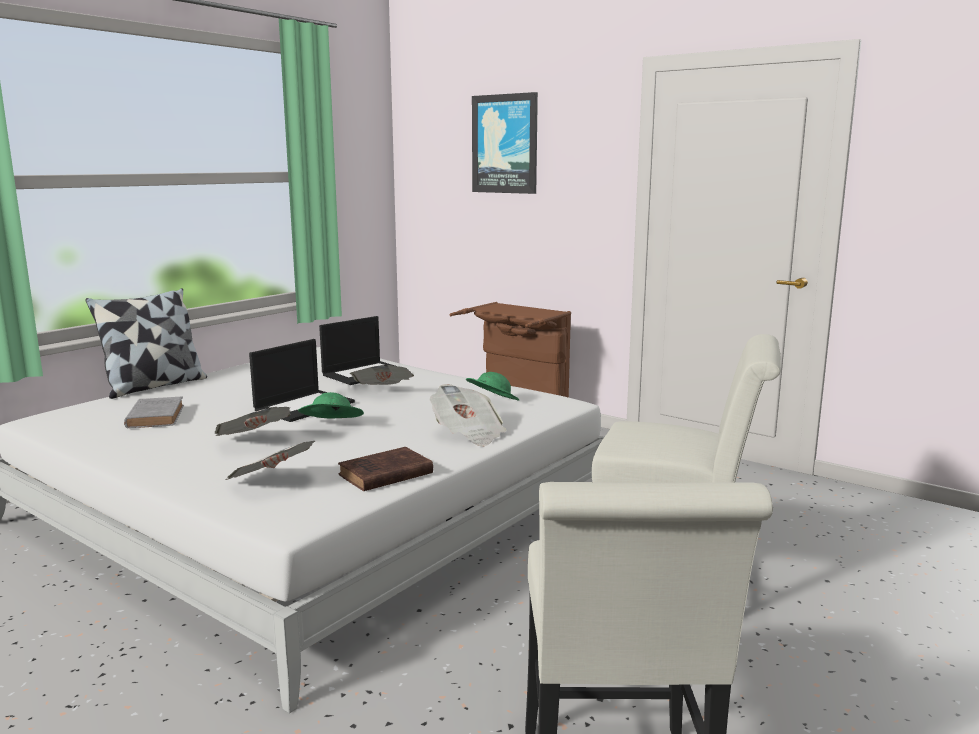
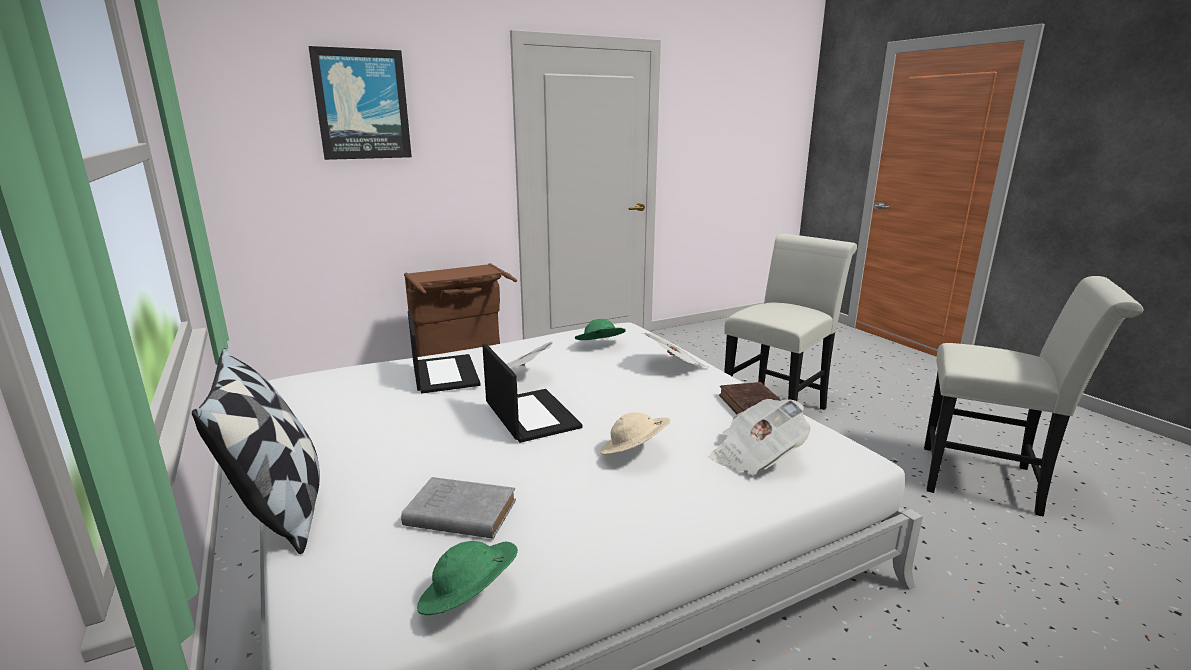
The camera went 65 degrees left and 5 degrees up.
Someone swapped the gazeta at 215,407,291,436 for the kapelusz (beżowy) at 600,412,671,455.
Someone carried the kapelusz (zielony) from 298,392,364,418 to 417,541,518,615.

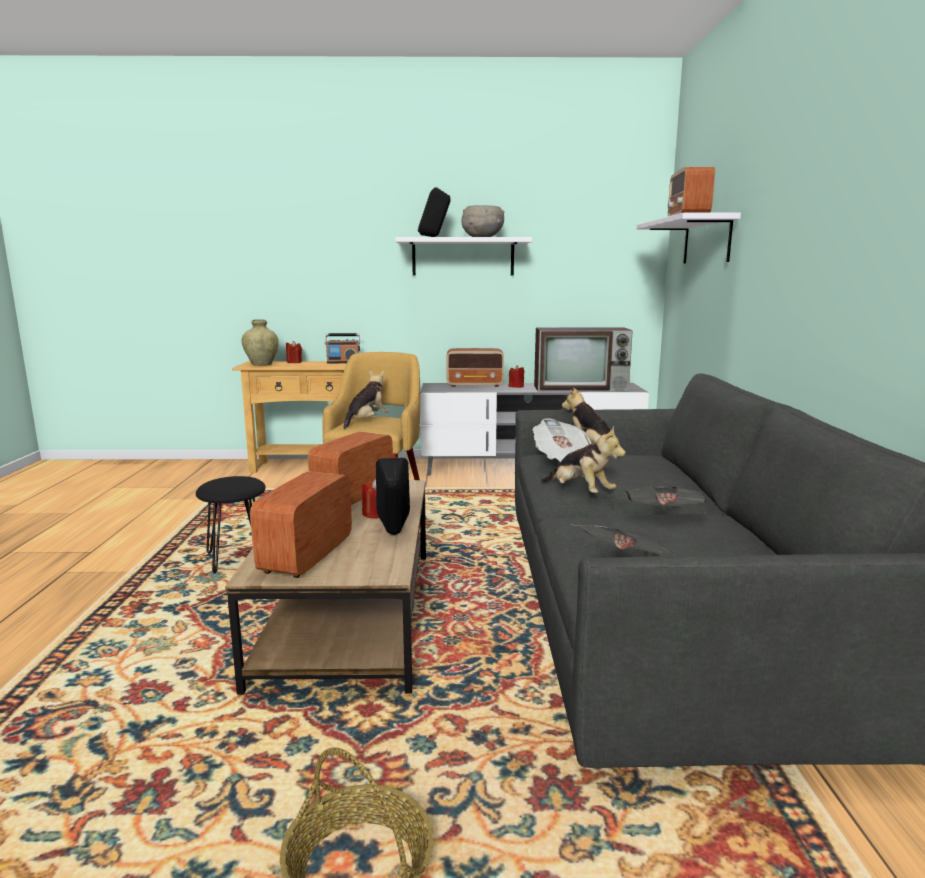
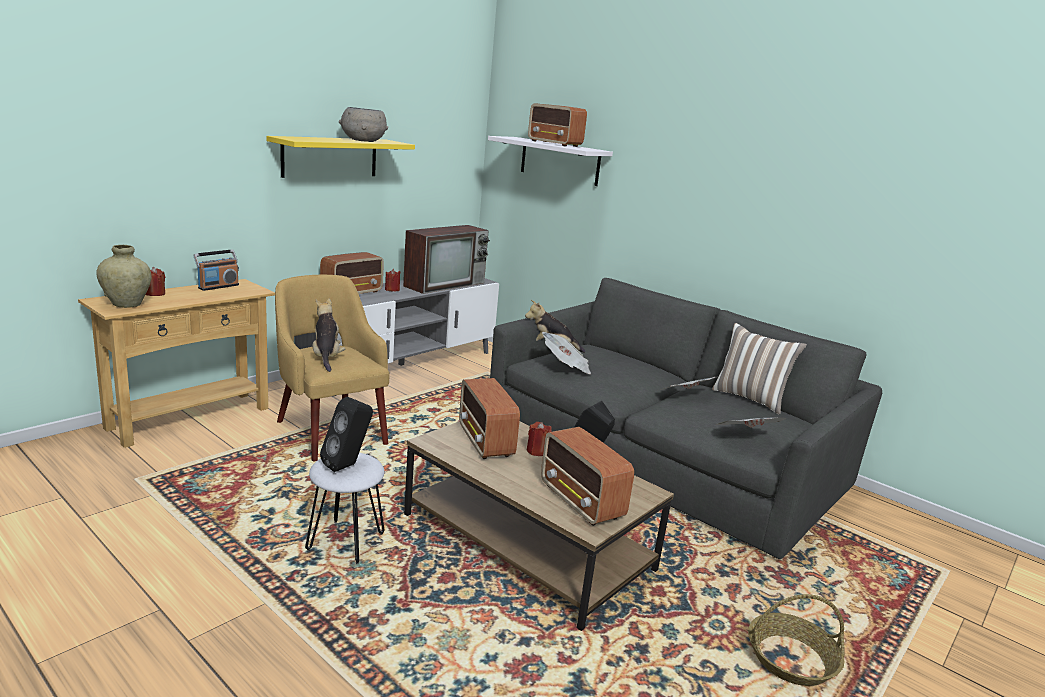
The camera went 50 degrees left and 5 degrees up.
Someone repainted the stołek (czarny) at 196,476,266,574, which became the stołek (biały) at 305,453,384,564.
Someone repainted the półka (biały) at 395,237,532,275, which became the półka (żółty) at 266,136,415,178.
Someone carried the głośnik (czarny) from 418,187,451,237 to 320,397,373,472.
Someone took away the pluszak at 541,426,626,493.
Someone put down the poduszka at 712,323,807,414.

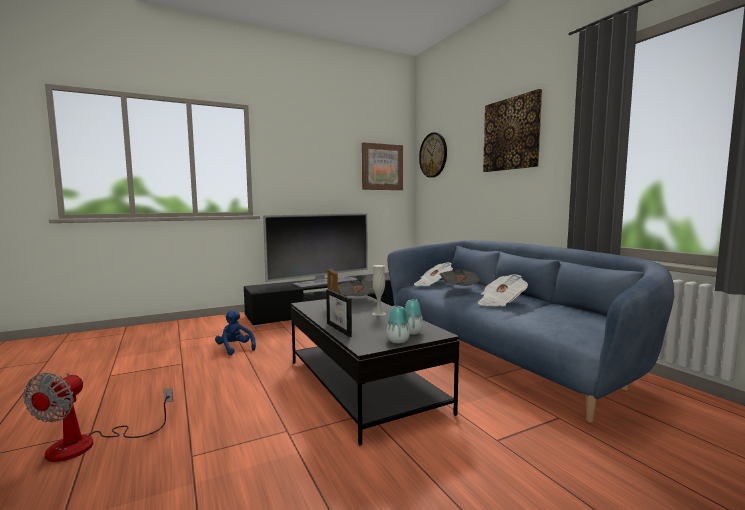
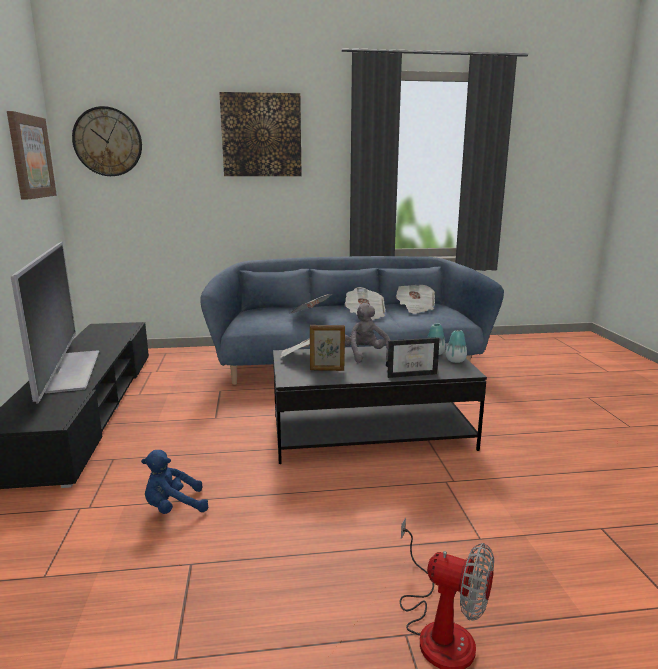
The camera went 70 degrees left and 10 degrees up.
Someone swapped the wazon (biały) at 372,265,386,316 for the pluszak (szary) at 345,303,390,363.
Someone carried the gazeta from 414,262,453,286 to 396,285,435,314.

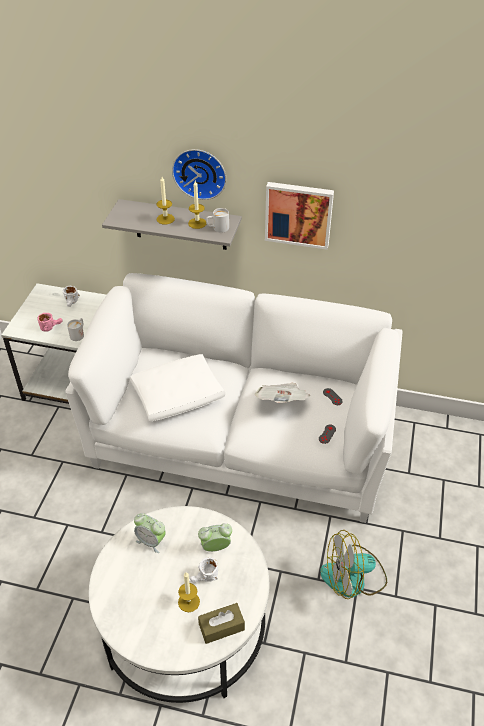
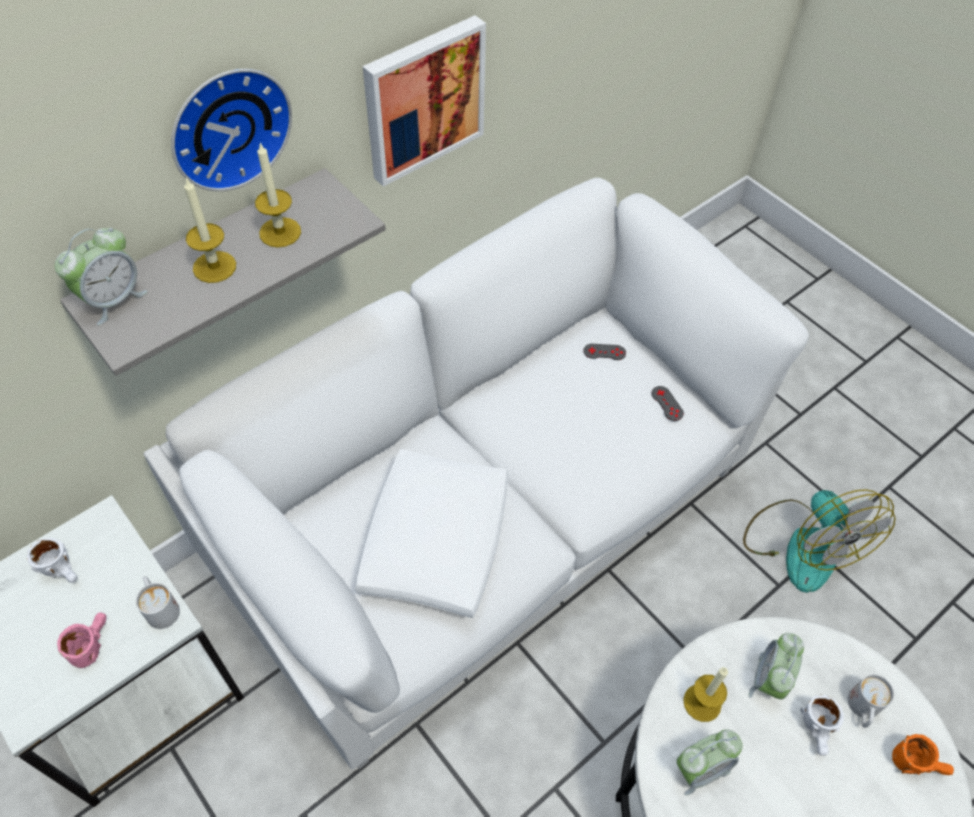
The camera went 55 degrees left and 10 degrees up.
Someone carried the świeca from 178,572,200,612 to 683,667,728,722.
Someone swapped the pudełko chusteczek (brązowy) at 198,603,245,644 for the kubek (pomarańczowy) at 892,734,954,775.
Someone carried the kubek (biały) from 206,208,229,233 to 848,674,894,728.
Someone took away the gazeta at 254,383,310,403.
Someone rotated the wentylator at 320,530,387,599 by 45 degrees counterclockwise.
Someone put down the budzik at 55,228,148,325.

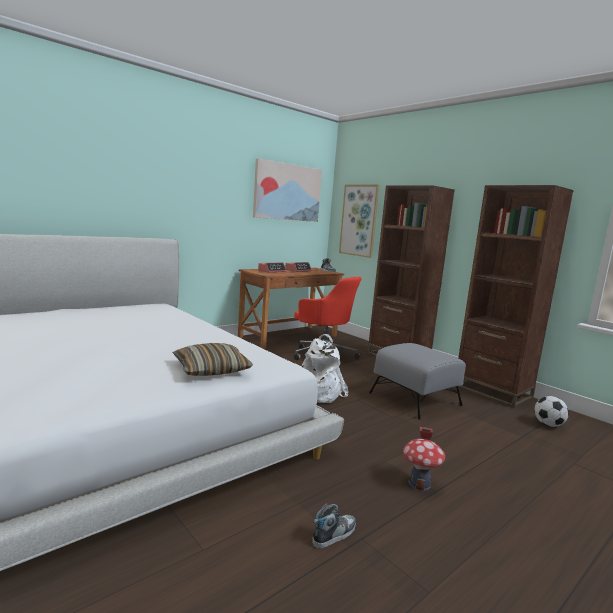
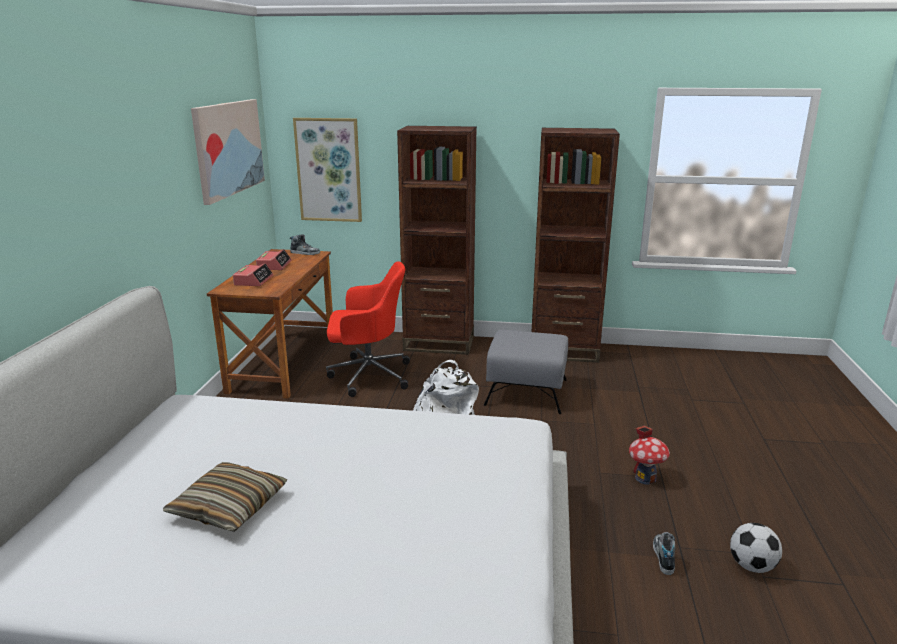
The camera went 40 degrees left and 10 degrees up.
Someone carried the poduszka from 173,343,253,376 to 163,462,287,532.
Someone carried the piłka futbolowa from 534,396,569,427 to 730,523,782,573.

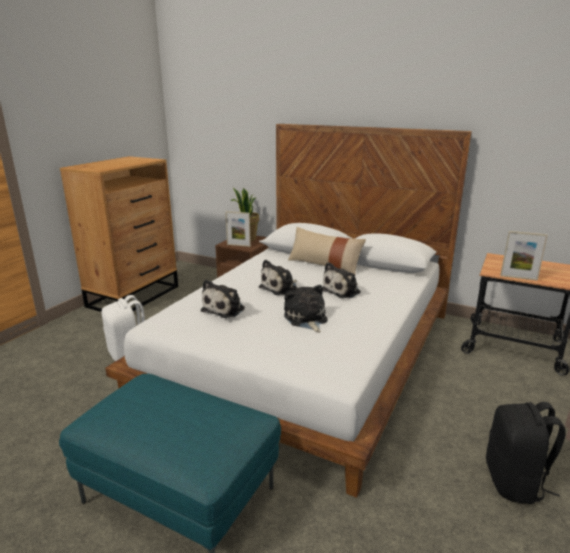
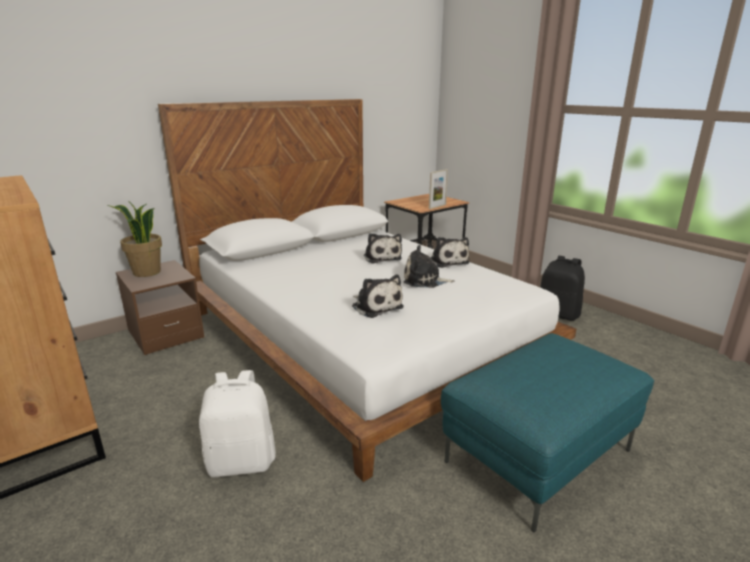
The camera went 65 degrees left and 0 degrees up.
Someone took away the ramka na zdjęcie at 225,211,251,247.
Someone carried the pluszak from 259,260,298,295 to 430,237,469,268.
Someone took away the poduszka (beżowy) at 288,227,366,275.

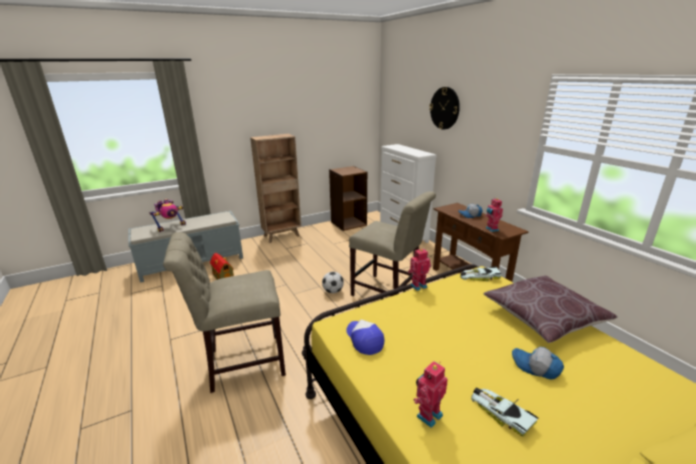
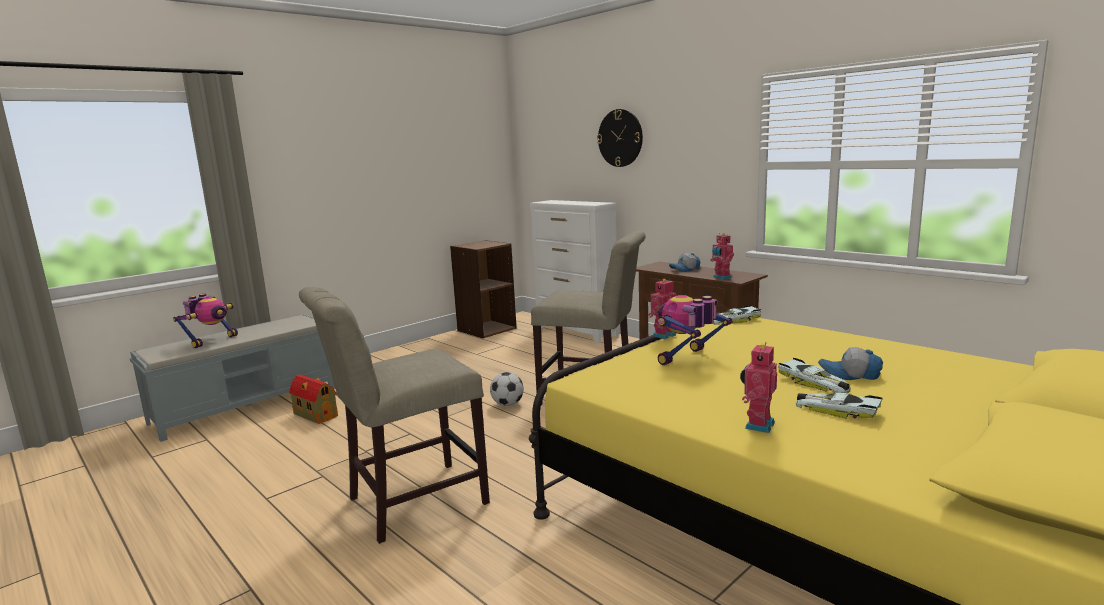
The camera went 15 degrees left and 10 degrees down.
Someone took away the regał (brązowy) at 250,134,301,243.
Someone took away the czapka z daszkiem at 346,320,384,355.
Someone took away the poduszka (brązowy) at 483,276,617,343.
Someone put down the robot zabawkowy at 658,295,733,365.
Someone put down the samochodzik at 778,358,851,394.

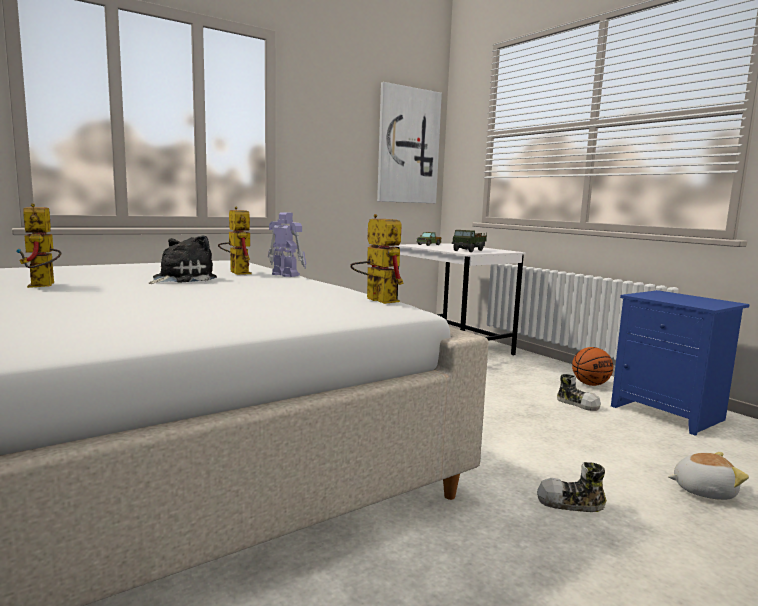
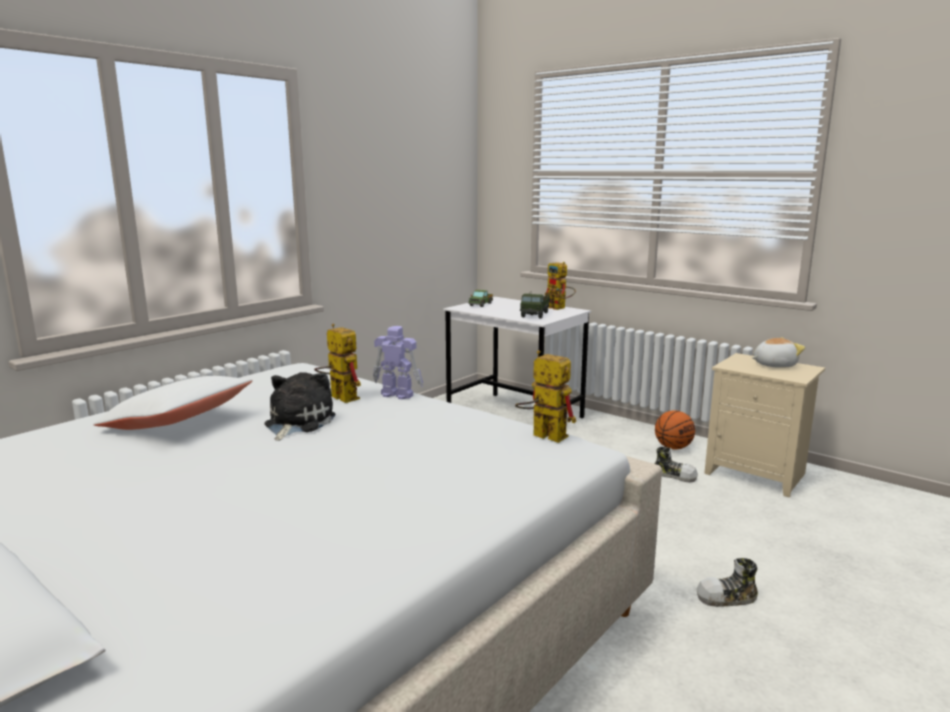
The camera went 15 degrees left and 5 degrees up.
Someone carried the robot zabawkowy from 16,203,61,288 to 545,262,576,310.
Someone took away the obraz at 377,82,442,203.
Someone repainted the szafka nocna (niebieski) at 611,290,749,436, which became the szafka nocna (beżowy) at 704,353,825,498.
Someone carried the pluszak from 668,452,749,500 to 752,338,805,368.
Someone put down the poduszka (biały) at 93,376,253,430.

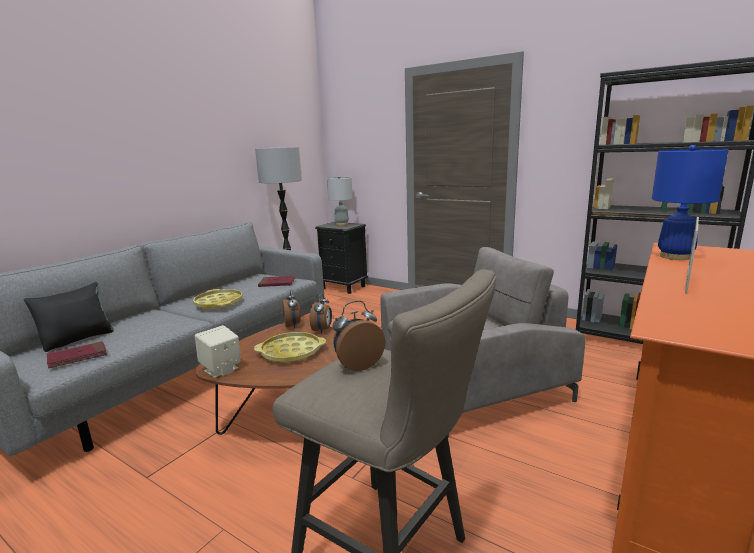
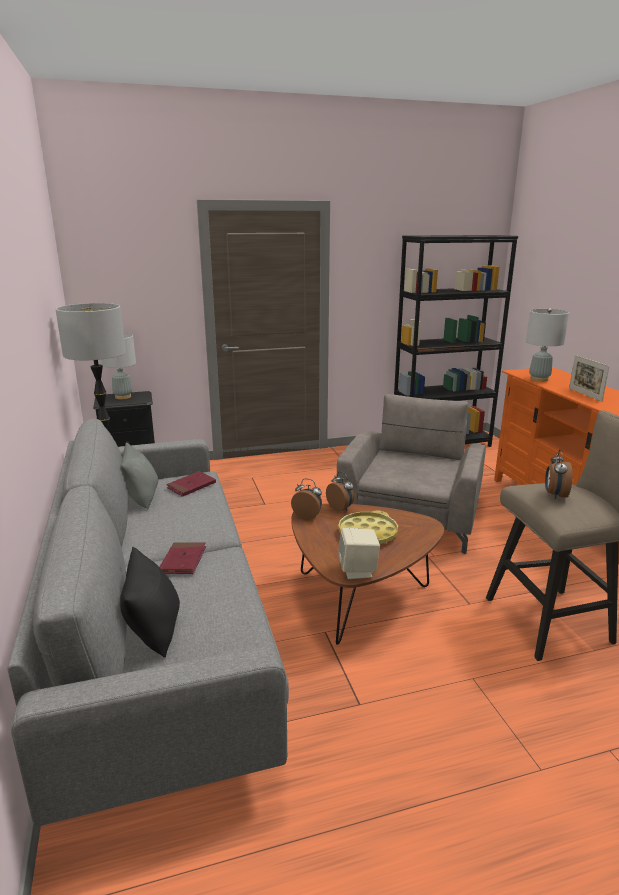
The camera went 50 degrees left and 5 degrees up.
Someone carried the książka (czerwony) from 47,341,107,368 to 160,542,206,574.
Someone took away the taca (żółty) at 193,289,243,310.
Someone repainted the lampa stołowa (niebieski) at 652,145,729,260, which became the lampa stołowa (szary) at 526,308,569,382.
Someone put down the poduszka (szary) at 120,443,158,509.

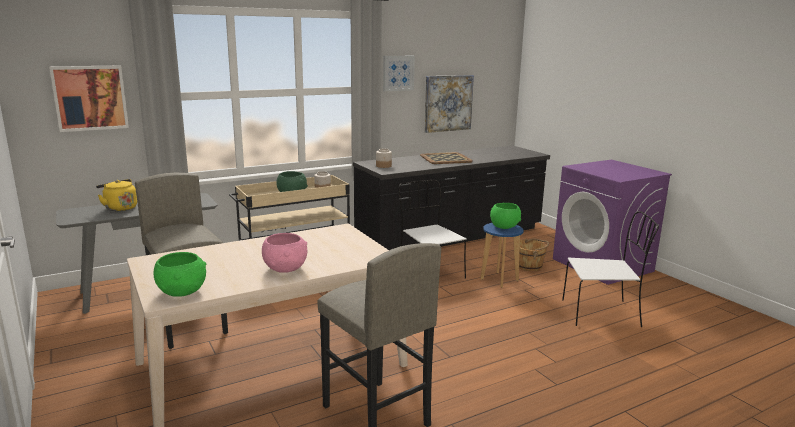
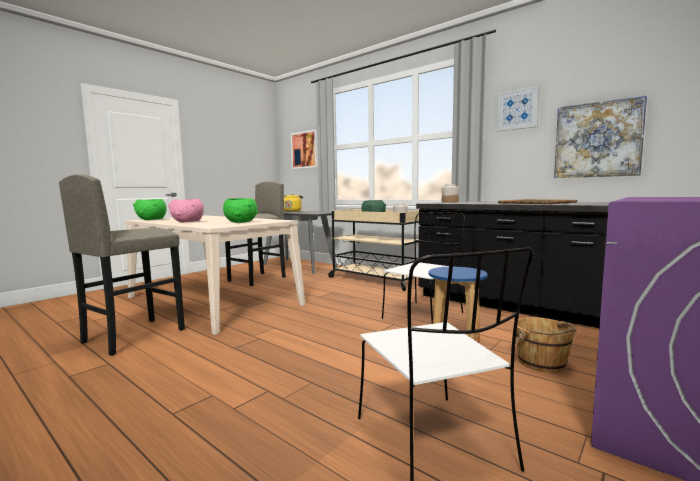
The camera went 70 degrees right and 10 degrees down.
Someone carried the miska (zielony) from 490,203,521,229 to 223,198,258,223.

